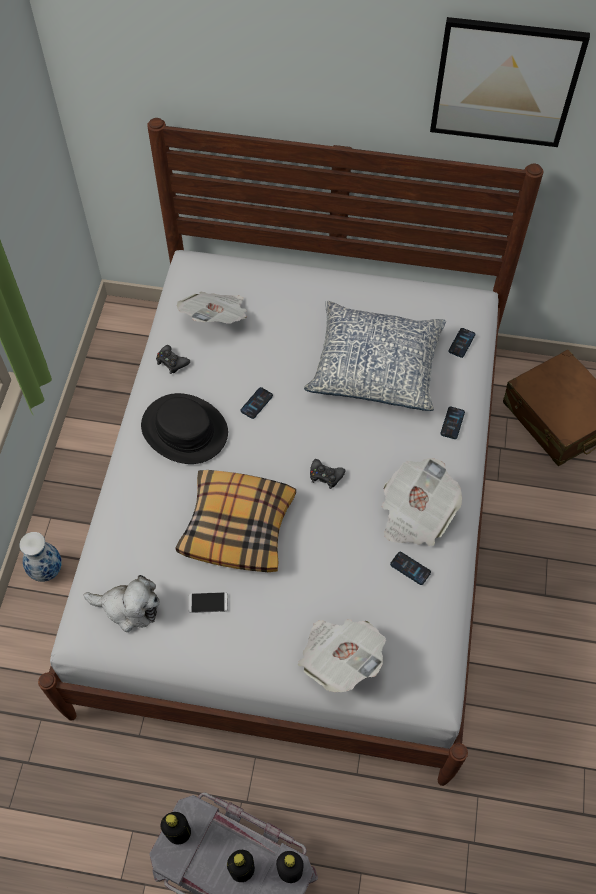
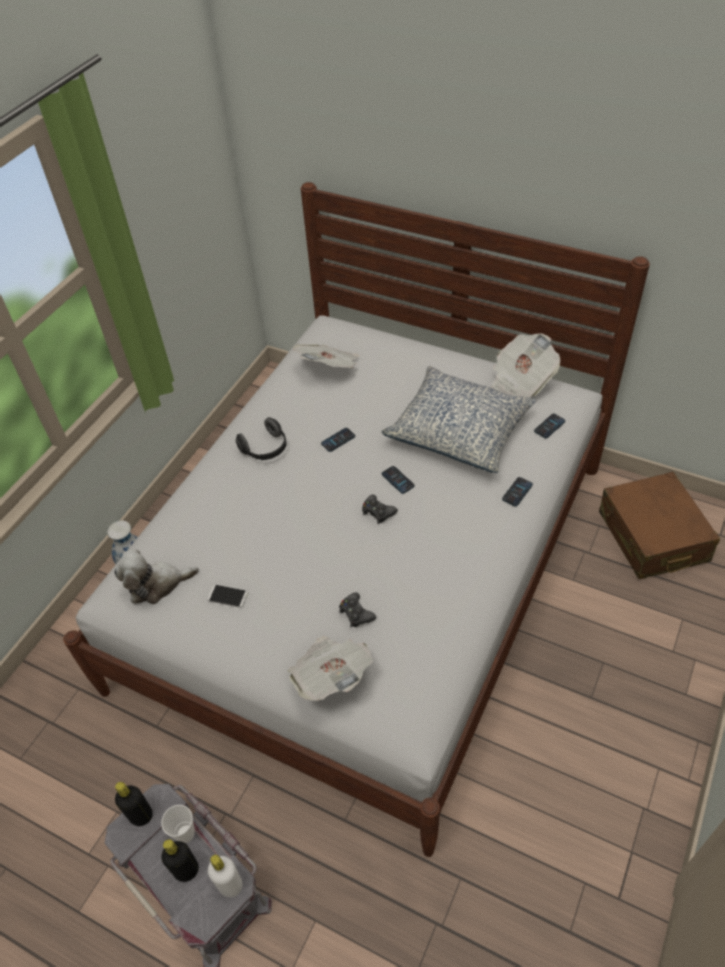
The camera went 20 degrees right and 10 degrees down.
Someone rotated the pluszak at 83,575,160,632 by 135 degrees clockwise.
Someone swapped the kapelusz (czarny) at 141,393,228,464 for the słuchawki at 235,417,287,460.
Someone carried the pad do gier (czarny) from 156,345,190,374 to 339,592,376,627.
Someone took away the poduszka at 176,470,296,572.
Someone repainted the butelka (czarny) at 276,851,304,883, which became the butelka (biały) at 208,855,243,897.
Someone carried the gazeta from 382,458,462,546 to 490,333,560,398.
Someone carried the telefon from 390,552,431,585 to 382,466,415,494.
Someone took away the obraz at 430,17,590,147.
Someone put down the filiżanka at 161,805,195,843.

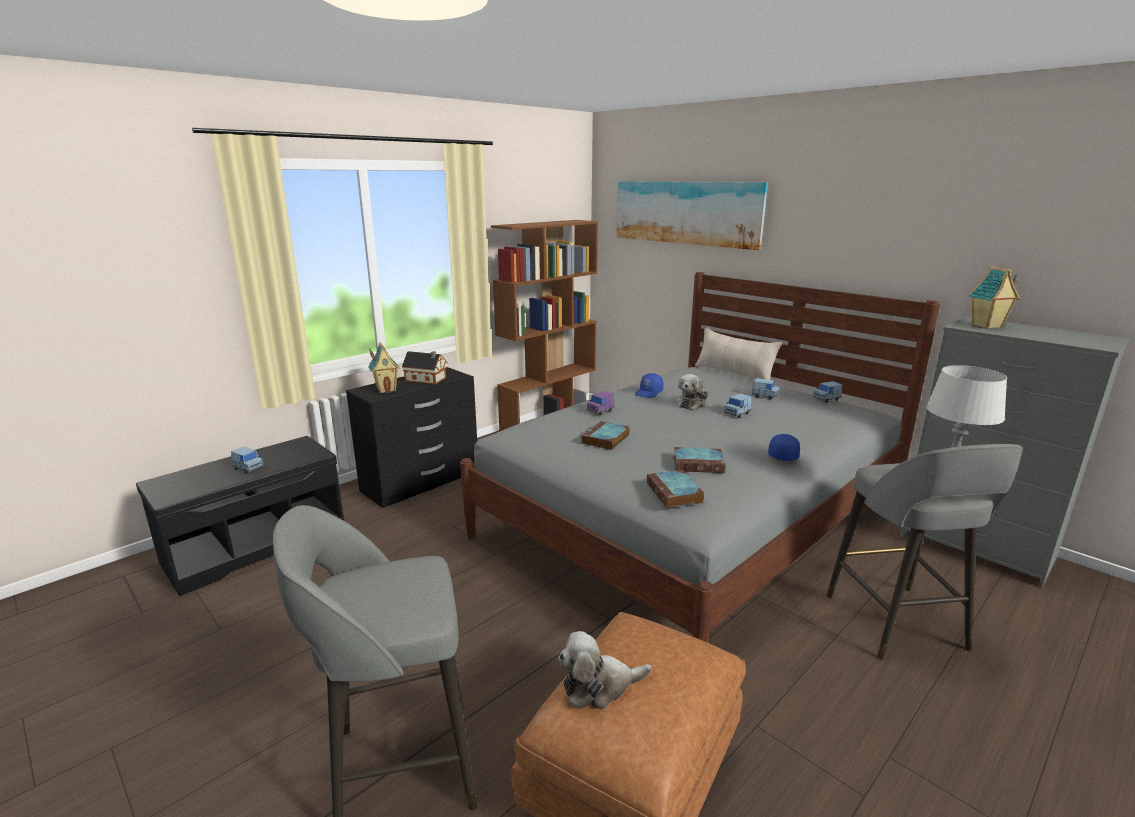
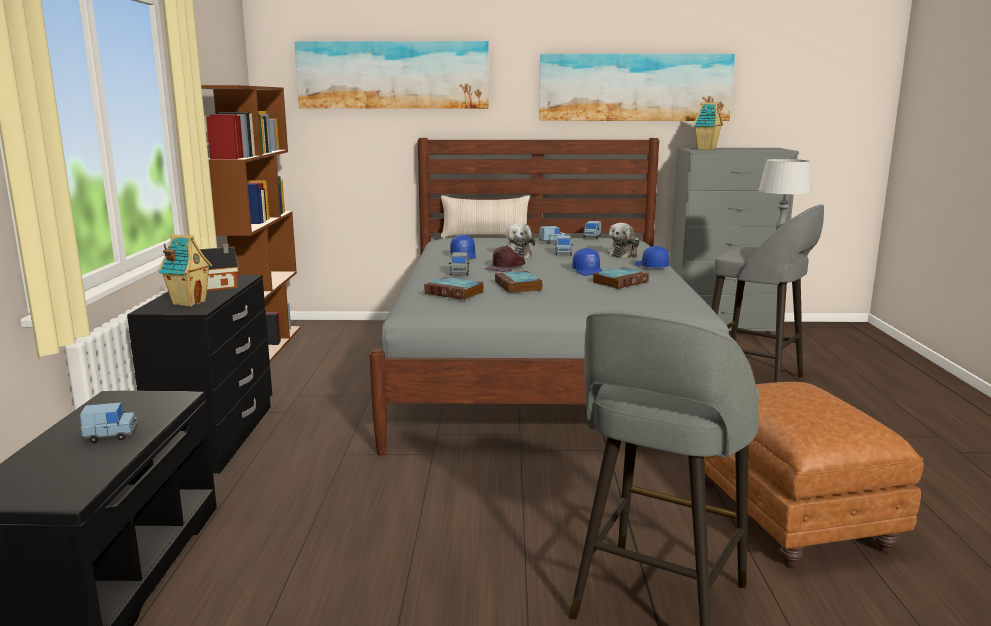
The camera went 45 degrees left and 5 degrees down.
Someone carried the pluszak from 558,631,652,709 to 608,223,639,259.
Someone repainted the samochodzik (fioletowy) at 587,391,615,415, which became the samochodzik (szary) at 449,252,469,275.
Someone carried the książka from 647,470,704,508 to 424,277,484,300.
Someone put down the czapka z daszkiem (brązowy) at 485,246,525,272.
Someone put up the obraz at 539,54,735,121.
Someone put down the czapka z daszkiem (niebieski) at 572,248,602,276.

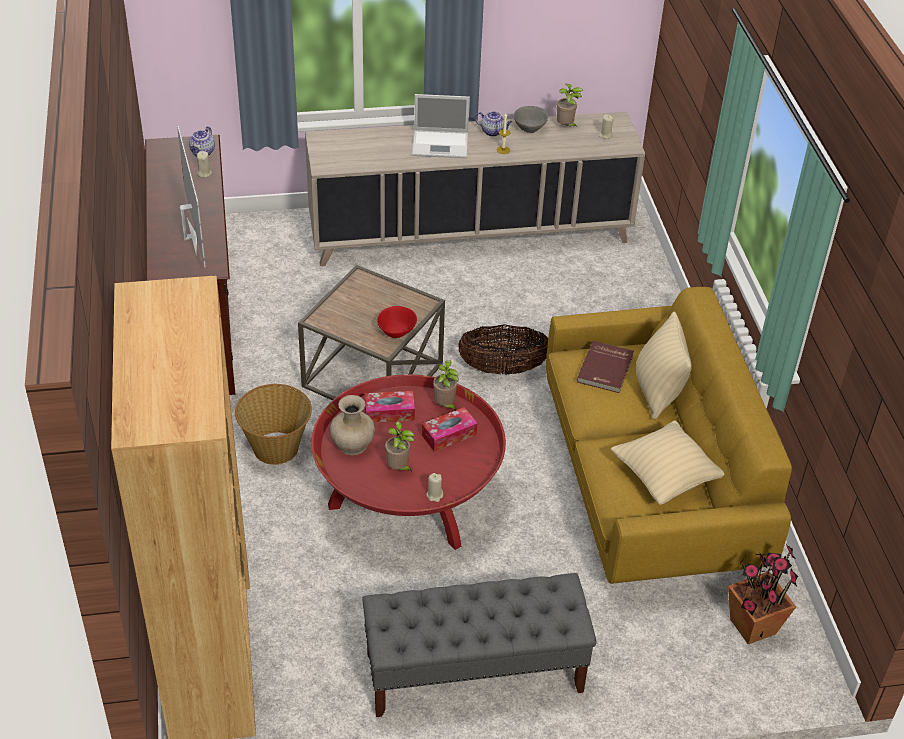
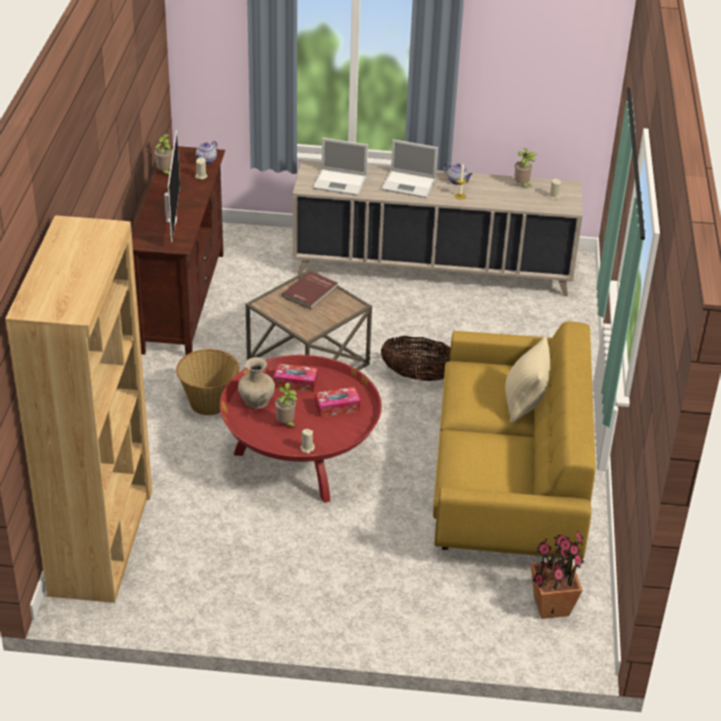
The camera went 15 degrees right and 5 degrees down.
Someone took away the ławka (szary) at 362,573,597,717.
Someone took away the miska (czerwony) at 377,306,417,338.
Someone carried the roślina doniczkowa from 433,360,459,411 to 155,134,173,174.
Someone took away the miska (szary) at 514,106,548,133.
Someone carried the książka (czerwony) from 577,341,634,393 to 282,271,337,309.
Someone took away the poduszka (beżowy) at 611,421,724,505.
Someone put down the laptop at 312,138,368,196.

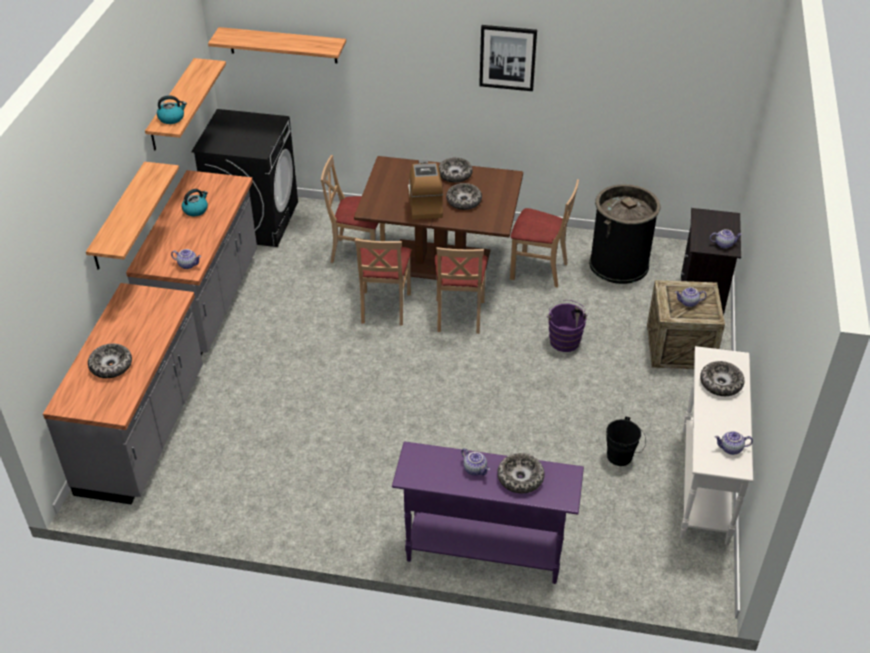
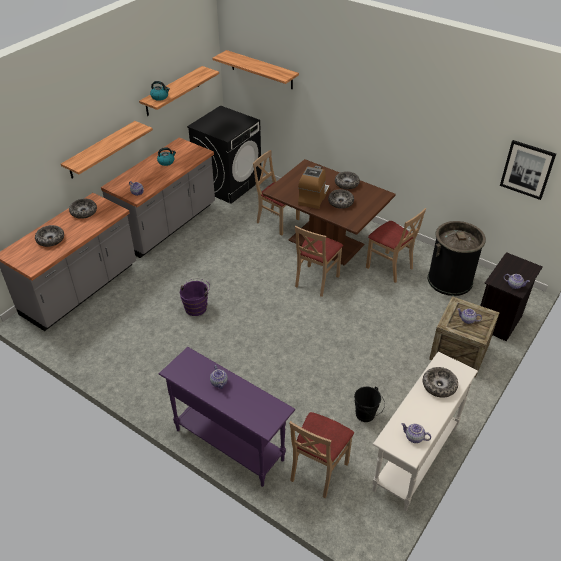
The camera went 25 degrees right and 0 degrees up.
Someone carried the krzesło (beżowy) from 355,239,411,326 to 289,412,354,498.
Someone carried the obraz from 479,25,537,91 to 500,140,556,200.
Someone carried the miska from 497,453,545,493 to 69,198,97,219.
Someone carried the wiadro (fioletowy) from 547,300,589,352 to 180,278,210,316.

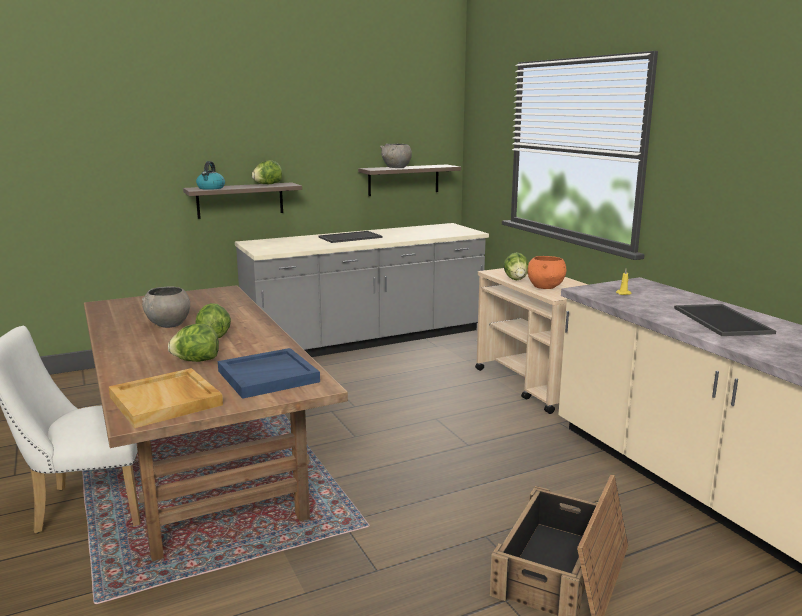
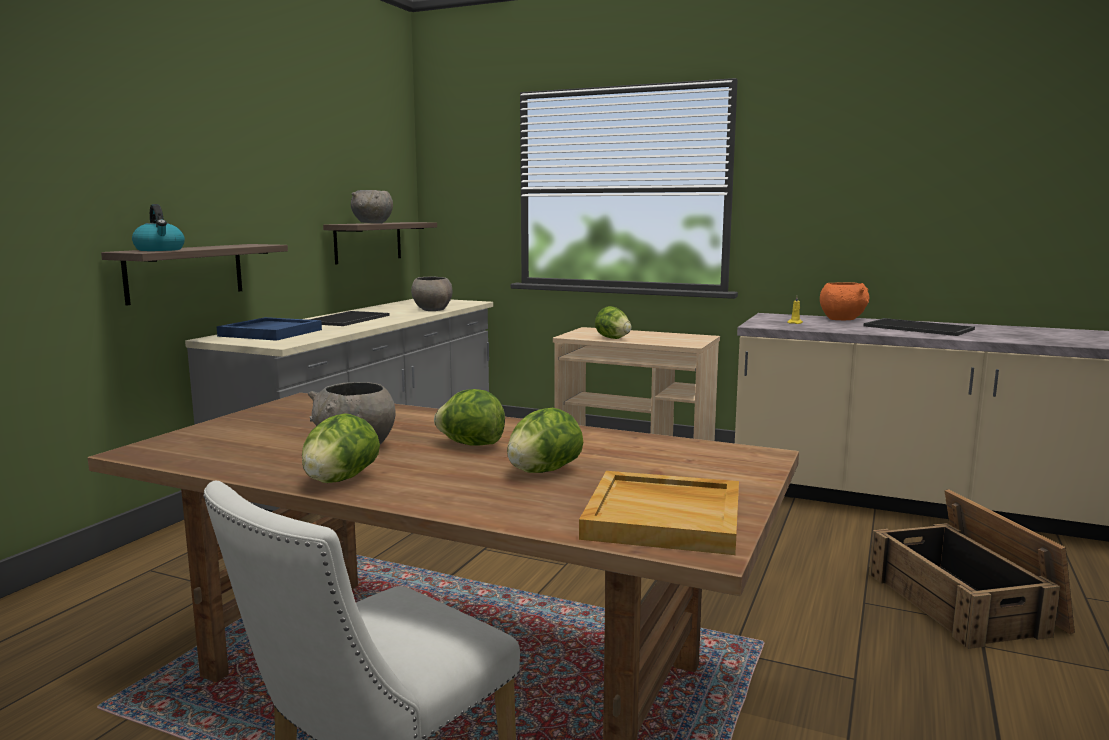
The camera went 40 degrees left and 5 degrees down.
Someone carried the taca (niebieski) from 218,348,320,399 to 217,317,322,341.
Someone carried the sałata from 252,160,282,184 to 302,413,380,483.
Someone carried the miska (pomarańczowy) from 527,256,566,289 to 820,282,869,320.
Someone put down the miska (szary) at 411,276,453,311.

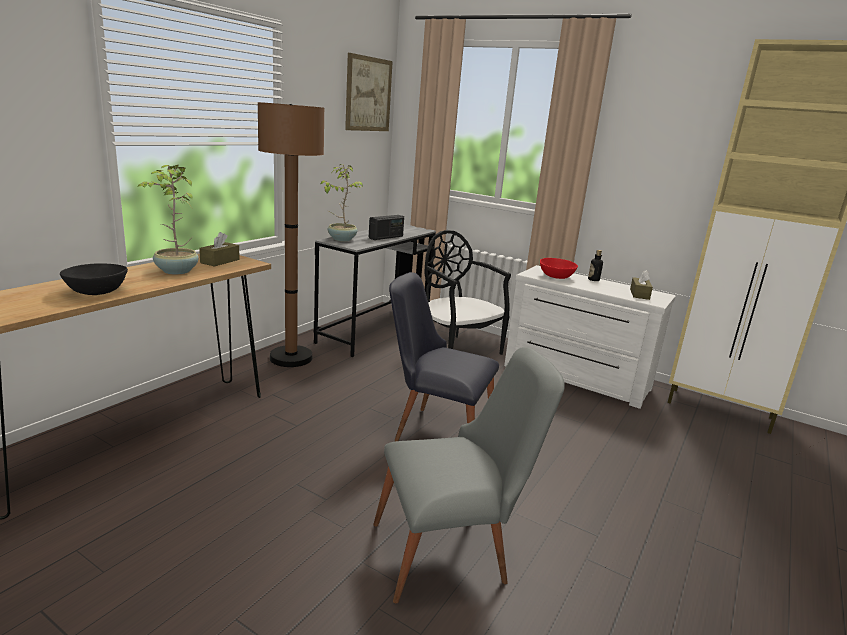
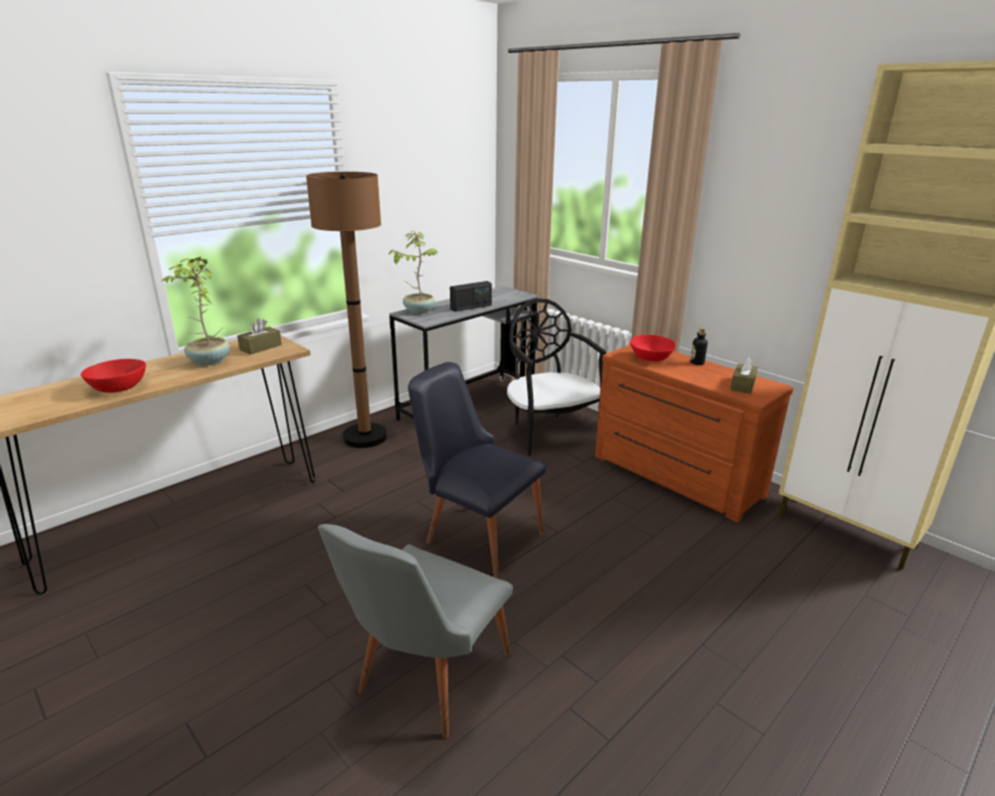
The camera went 15 degrees right and 5 degrees up.
Someone repainted the miska (czarny) at 60,263,128,295, which became the miska (czerwony) at 81,359,146,393.
Someone took away the obraz at 345,53,393,131.
Someone rotated the krzesło (szary) at 373,347,565,603 by 120 degrees clockwise.
Someone repainted the komoda (biały) at 504,265,676,409, which became the komoda (brązowy) at 595,345,793,522.

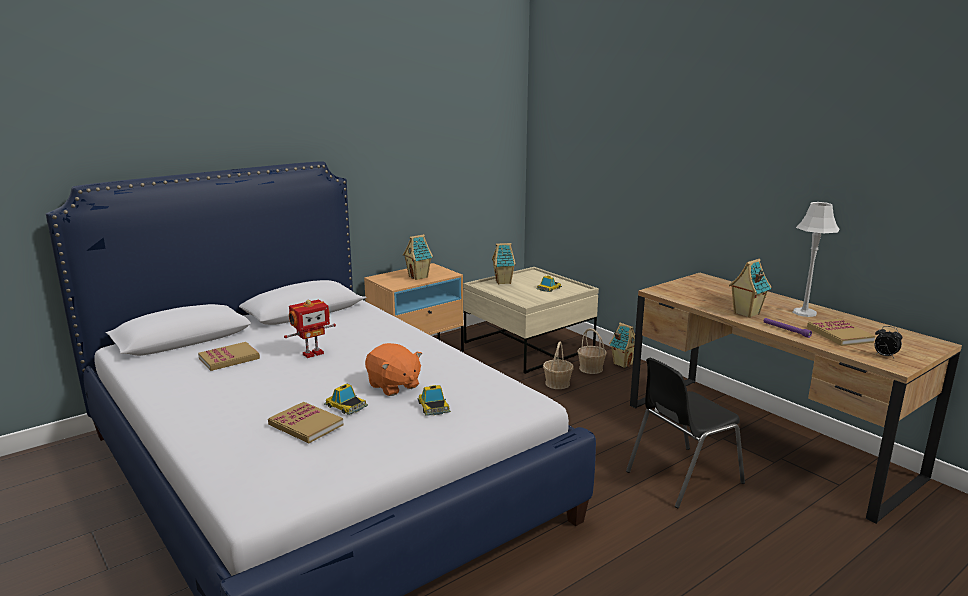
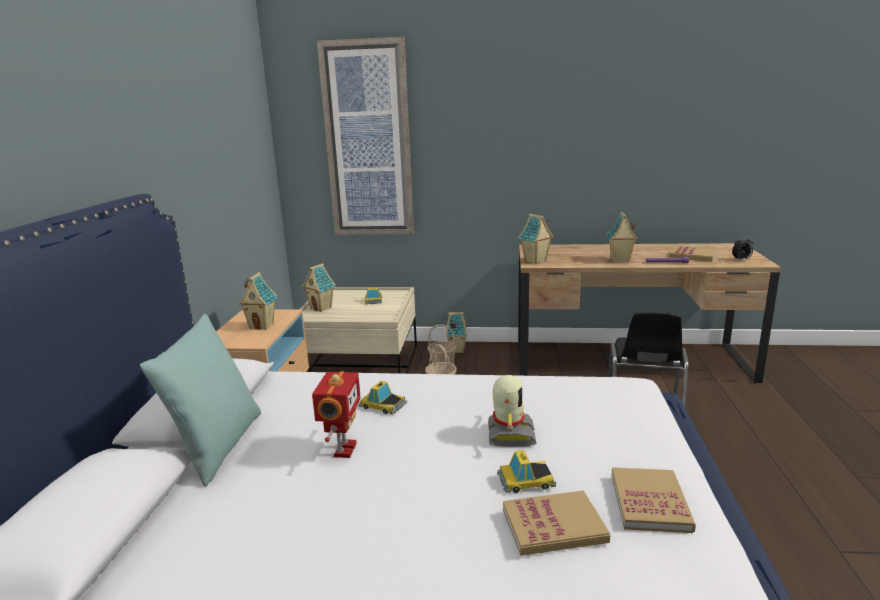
The camera went 45 degrees left and 0 degrees up.
Someone carried the książka from 198,342,260,371 to 611,467,696,533.
Someone swapped the pluszak (pomarańczowy) at 365,343,422,396 for the robot zabawkowy at 488,375,536,447.
Someone carried the samochodzik from 418,385,451,416 to 359,381,407,414.
Someone took away the lampa stołowa (szary) at 792,202,839,317.
Someone put down the poduszka (turkusowy) at 140,314,261,486.
Someone put up the obraz at 317,37,414,235.
Someone put down the domek at 519,214,554,264.

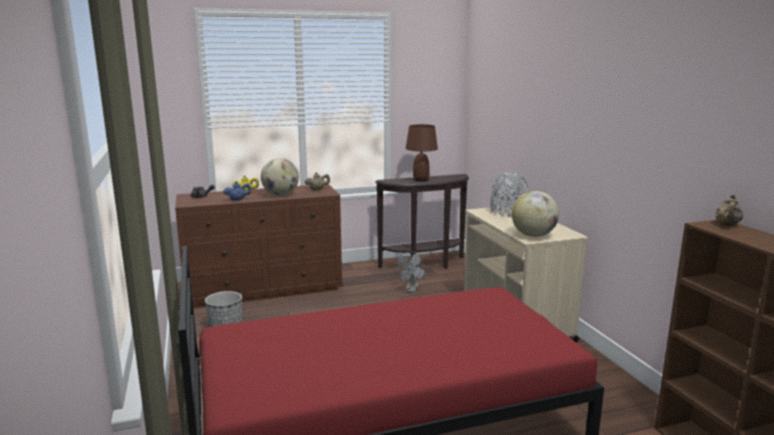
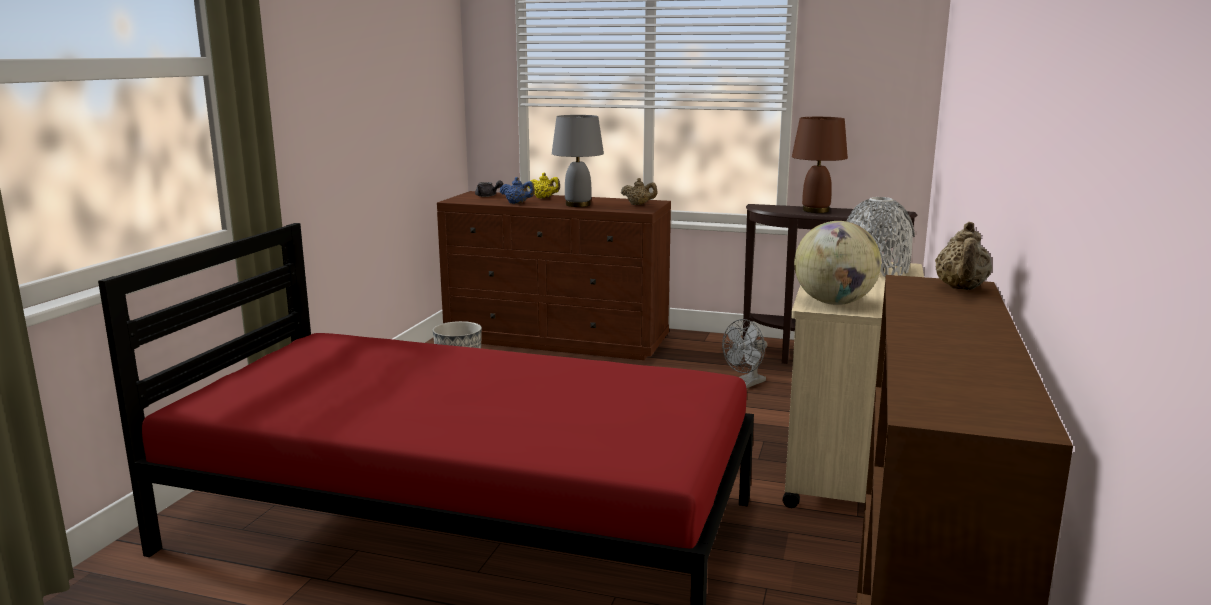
The camera went 35 degrees right and 0 degrees up.
Someone swapped the globus at 261,158,299,196 for the lampa stołowa (szary) at 552,115,604,207.
Someone rotated the imbryk (beżowy) at 715,194,743,226 by 45 degrees counterclockwise.

